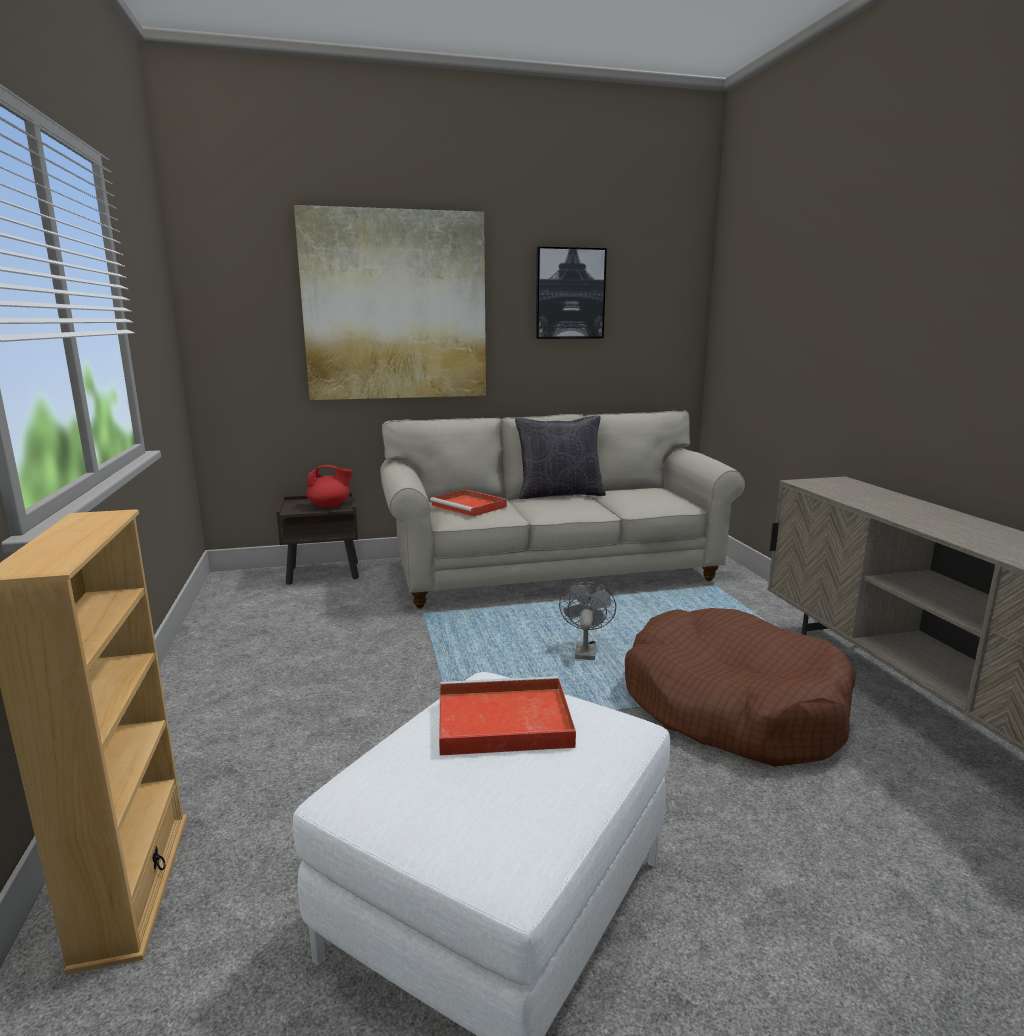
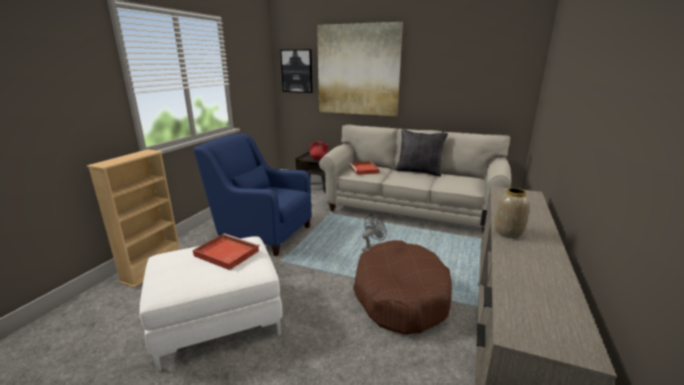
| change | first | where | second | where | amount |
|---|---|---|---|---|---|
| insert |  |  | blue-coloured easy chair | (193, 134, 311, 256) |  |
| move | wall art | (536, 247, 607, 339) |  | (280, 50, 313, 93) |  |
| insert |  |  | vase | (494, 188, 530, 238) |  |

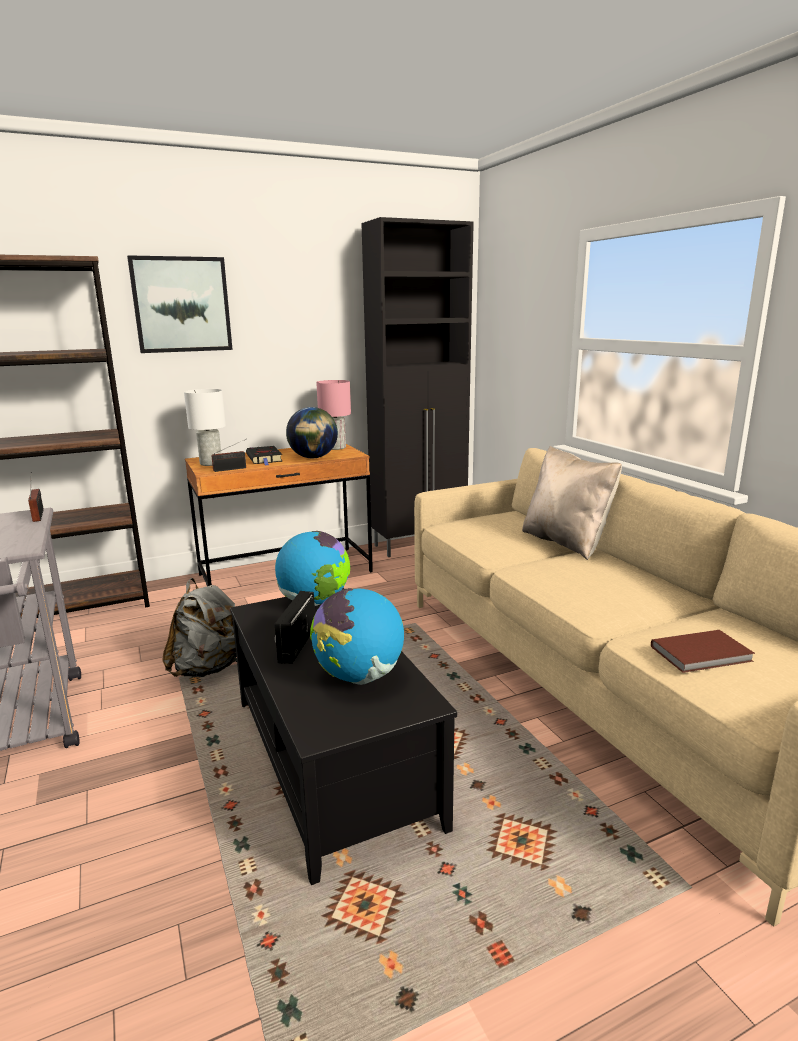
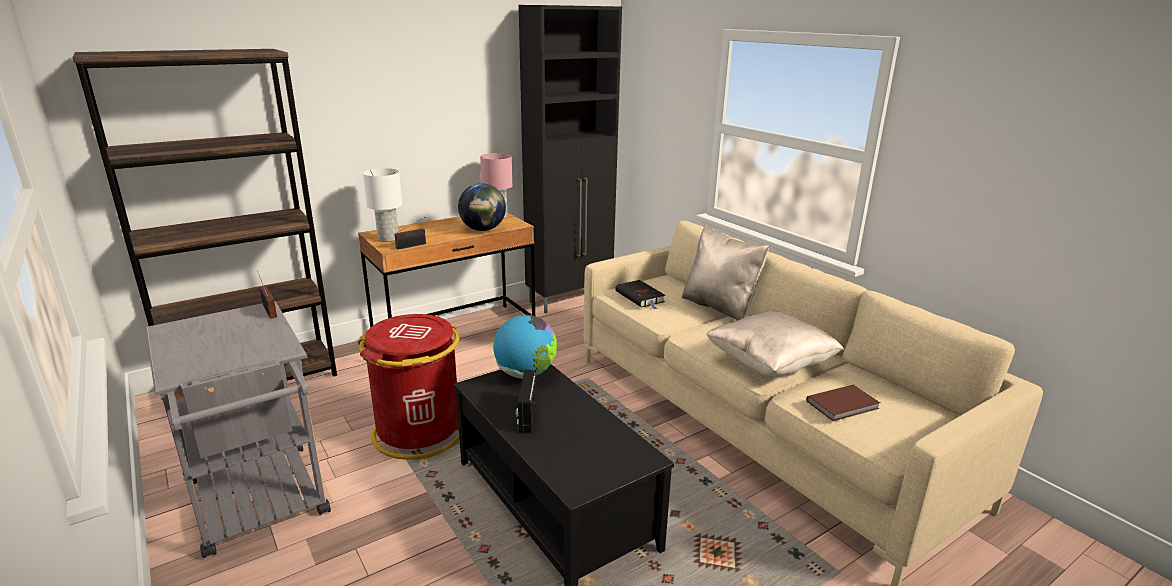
| change | first | where | second | where | amount |
|---|---|---|---|---|---|
| replace | grey rucksack | (162, 578, 237, 677) | reddish trash can | (358, 314, 459, 460) |  |
| move | black book | (246, 446, 282, 466) |  | (615, 280, 665, 309) |  |
| insert |  |  | beige cushion | (707, 311, 844, 377) |  |
| delete | wall art | (127, 255, 233, 353) |  |  |  |
| delete | desk globe | (310, 588, 404, 685) |  |  |  |

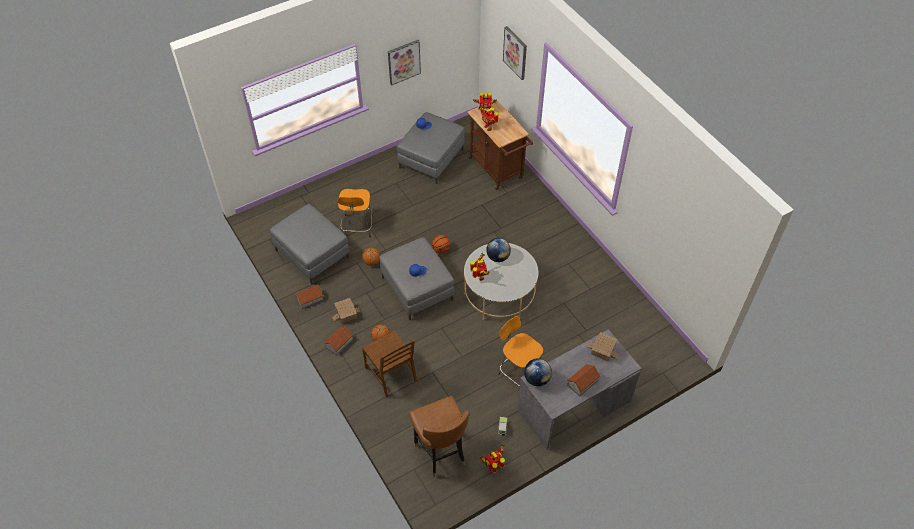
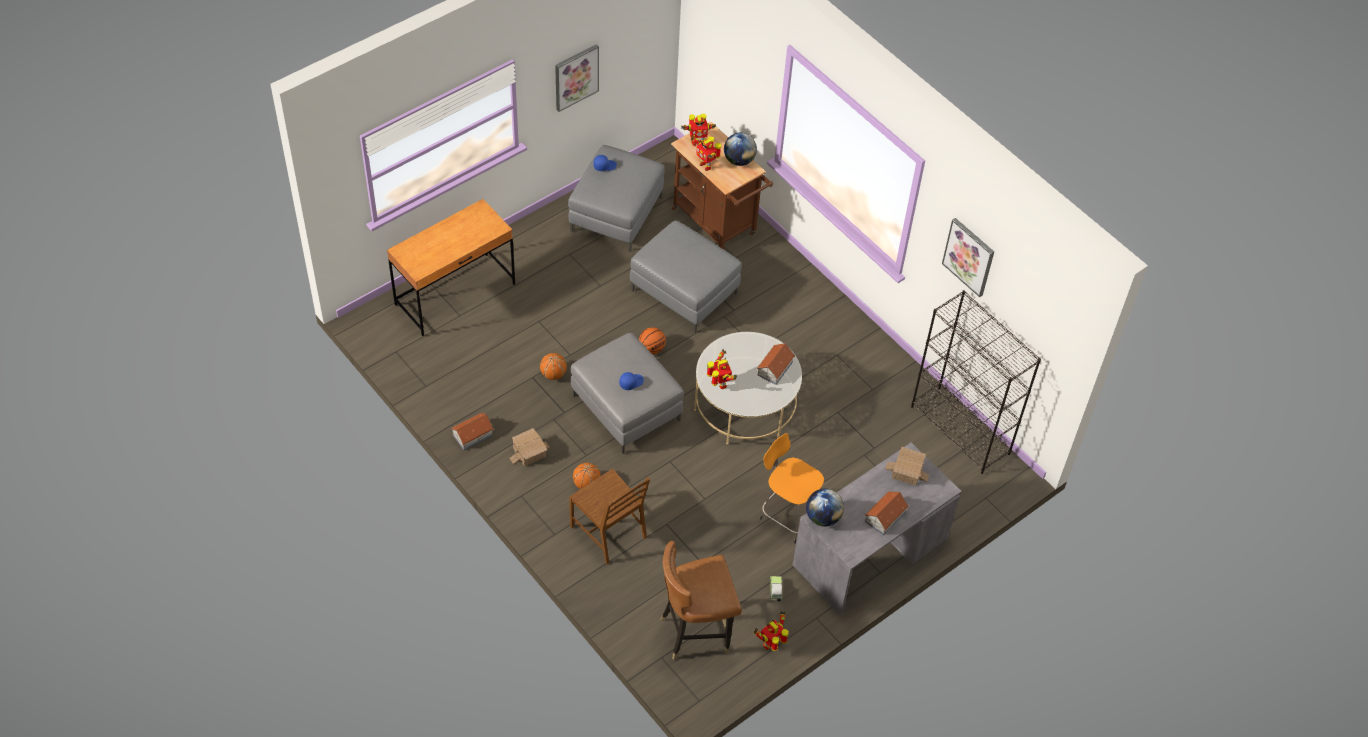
| change | first | where | second | where | amount |
|---|---|---|---|---|---|
| insert |  |  | brown desk | (387, 199, 515, 336) |  |
| move | grey footrest | (270, 204, 349, 285) |  | (630, 220, 742, 333) |  |
| rotate | brown chair | (409, 396, 469, 477) |  | (660, 541, 742, 660) | 105 degrees clockwise |
| move | desk globe | (486, 238, 511, 262) |  | (724, 133, 757, 166) |  |
| move | toy house | (324, 326, 353, 355) |  | (757, 343, 795, 385) |  |
| insert |  |  | black bookcase | (911, 290, 1041, 474) |  |
| move | wall art | (503, 26, 527, 80) |  | (942, 218, 994, 297) |  |
| delete | orange stool | (338, 189, 373, 237) |  |  |  |

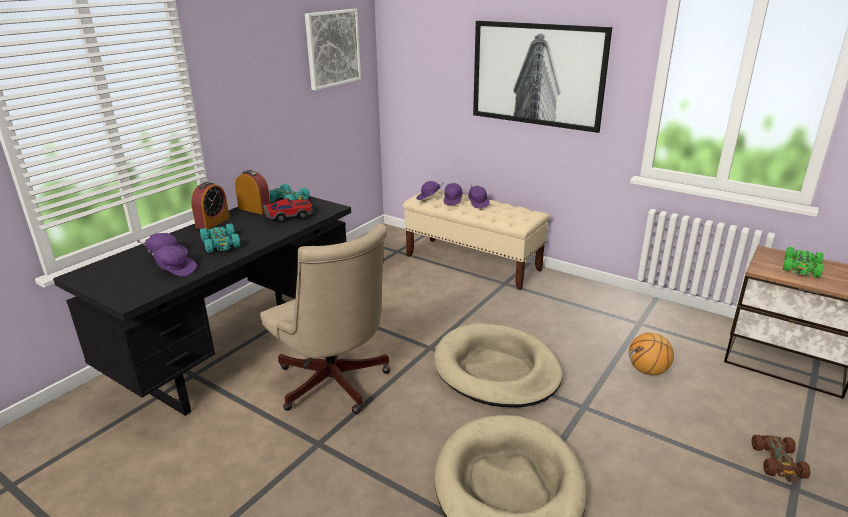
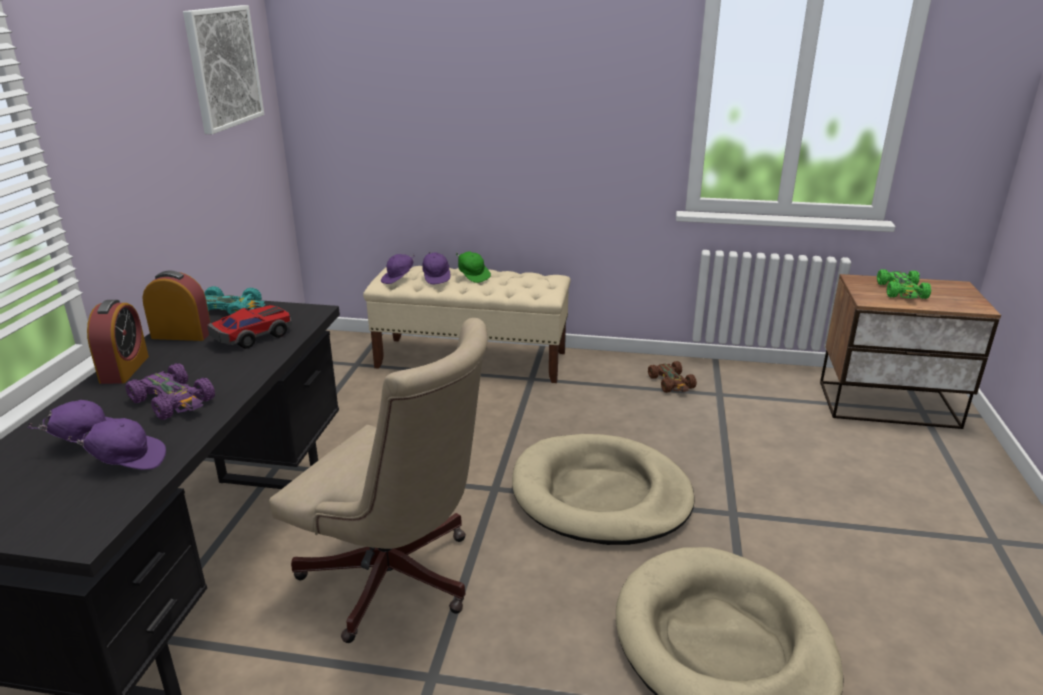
| change | first | where | second | where | amount |
|---|---|---|---|---|---|
| recolor | turquoise model car | (200, 223, 241, 253) | purple model car | (125, 363, 215, 420) |  |
| recolor | purple peaked cap | (469, 185, 490, 208) | green peaked cap | (456, 251, 491, 283) |  |
| move | brown model car | (751, 435, 810, 483) |  | (648, 361, 697, 393) |  |
| delete | wall art | (473, 21, 612, 133) |  |  |  |
| delete | ball for basketball | (629, 333, 674, 375) |  |  |  |

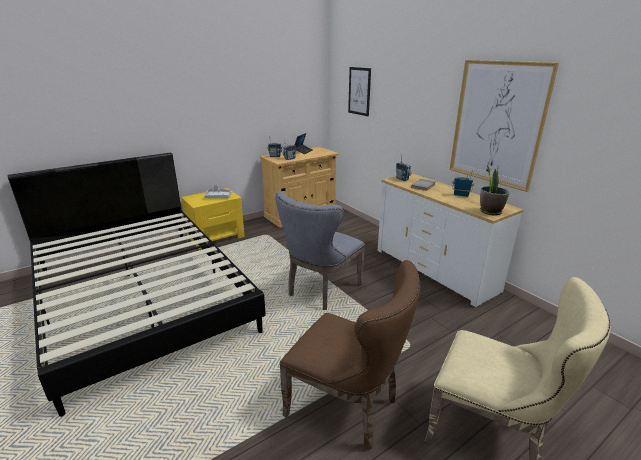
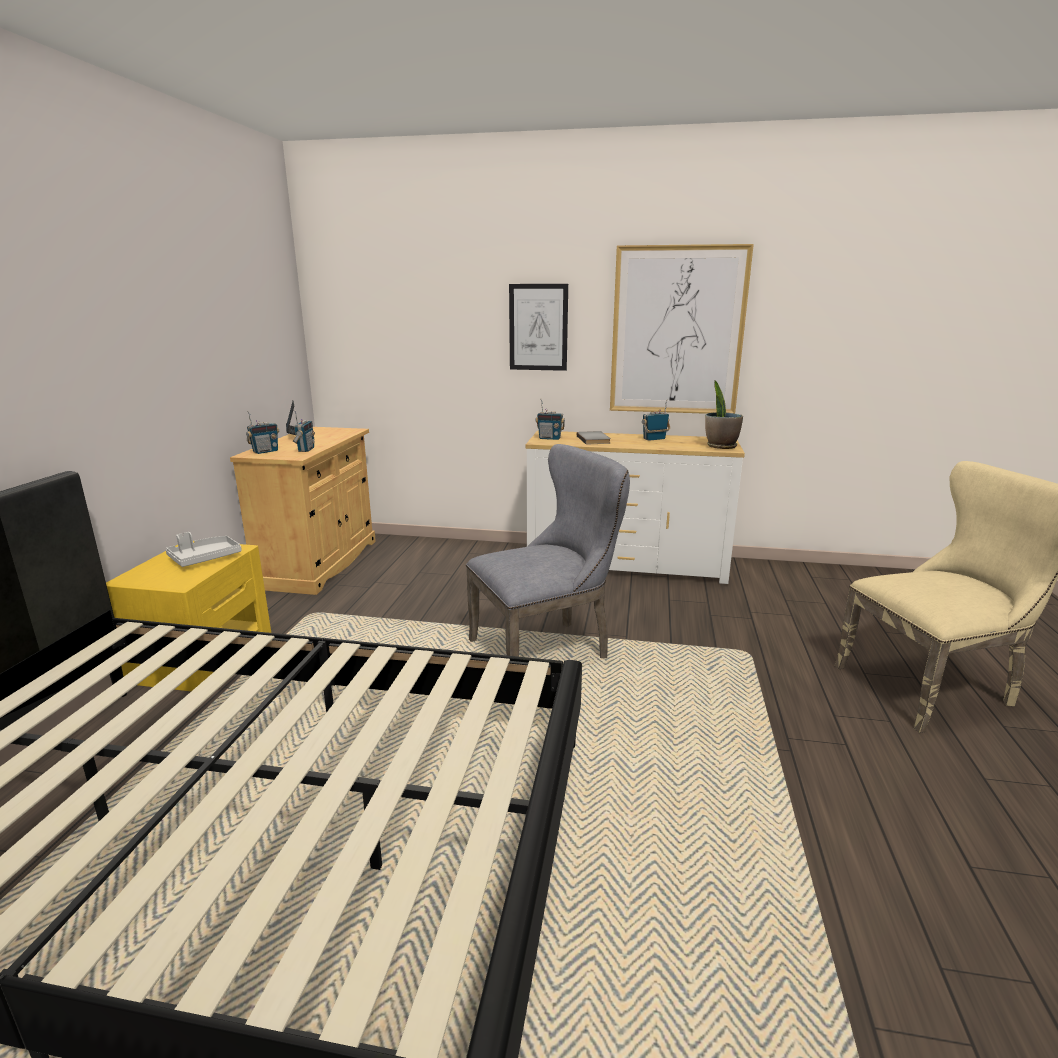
| change | first | where | second | where | amount |
|---|---|---|---|---|---|
| rotate | grey chair | (276, 191, 365, 310) |  | (466, 444, 630, 658) | 105 degrees counterclockwise |
| move | wall art | (348, 67, 371, 116) |  | (509, 284, 568, 371) |  |
| delete | brown chair | (279, 260, 421, 451) |  |  |  |

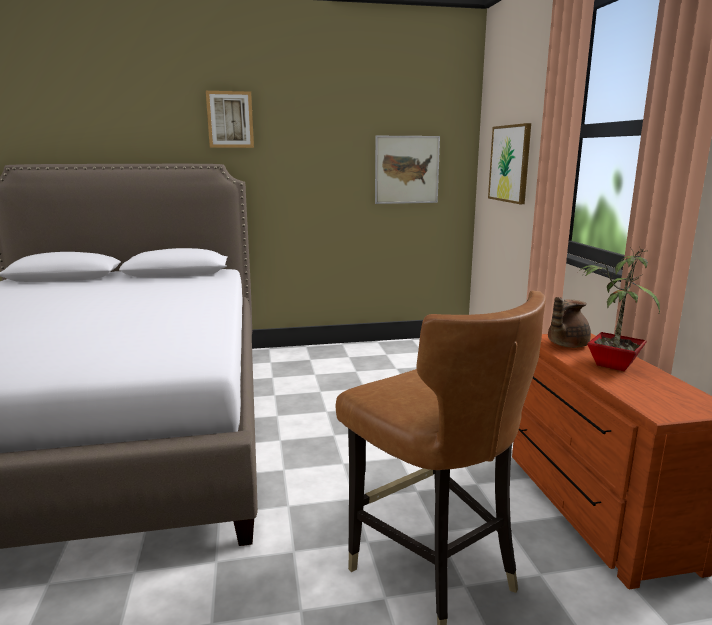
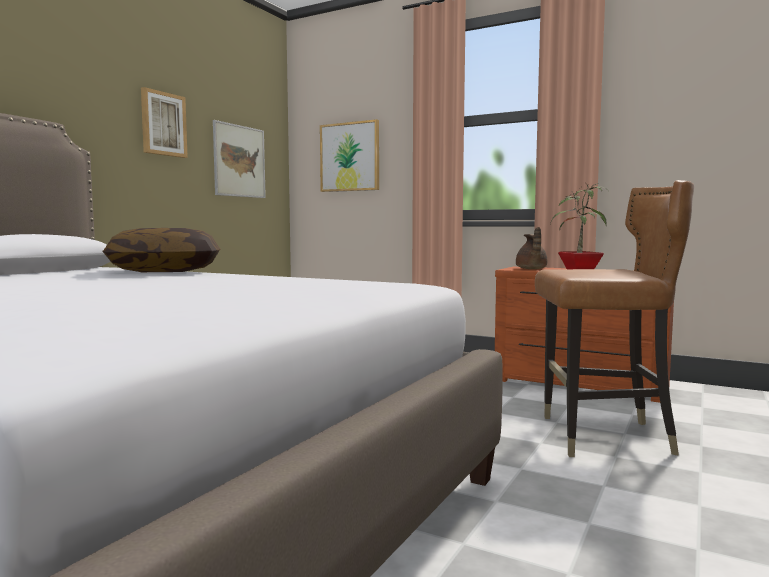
| change | first | where | second | where | amount |
|---|---|---|---|---|---|
| insert |  |  | cushion | (102, 228, 221, 272) |  |
| move | wall art | (206, 91, 254, 148) |  | (141, 87, 188, 158) |  |

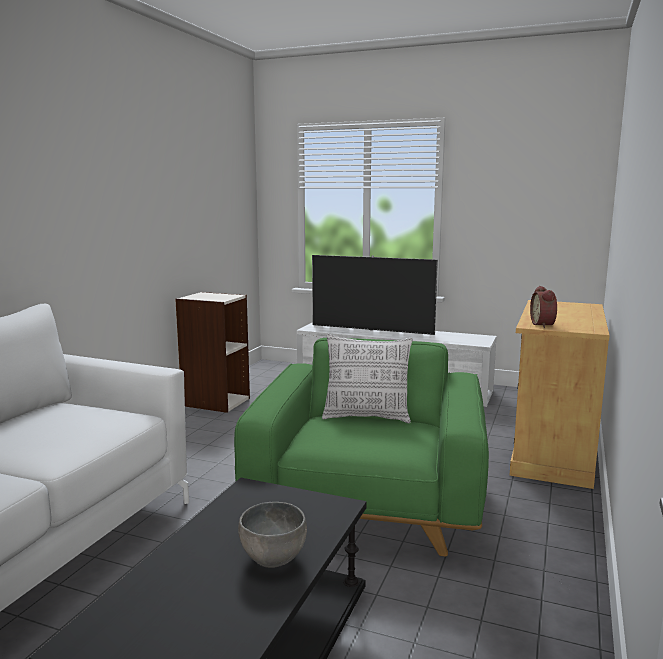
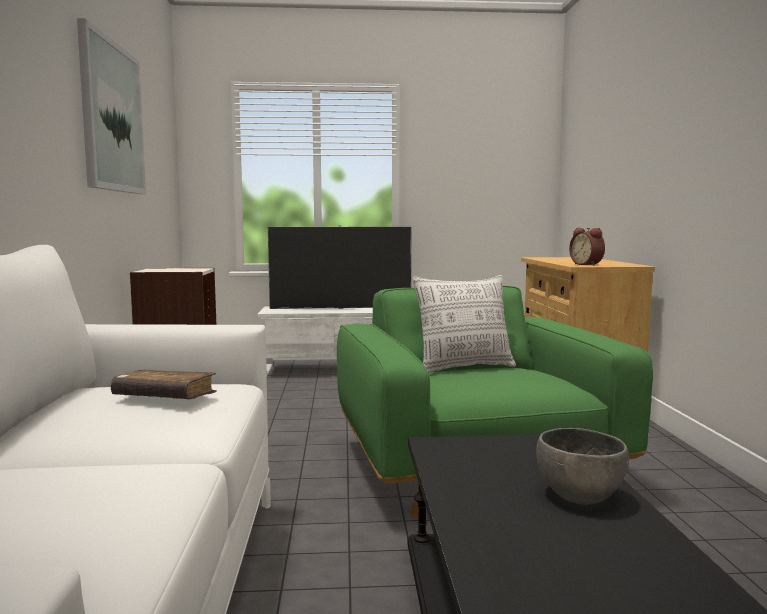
| change | first | where | second | where | amount |
|---|---|---|---|---|---|
| insert |  |  | wall art | (77, 18, 146, 194) |  |
| insert |  |  | brown book | (111, 369, 217, 399) |  |

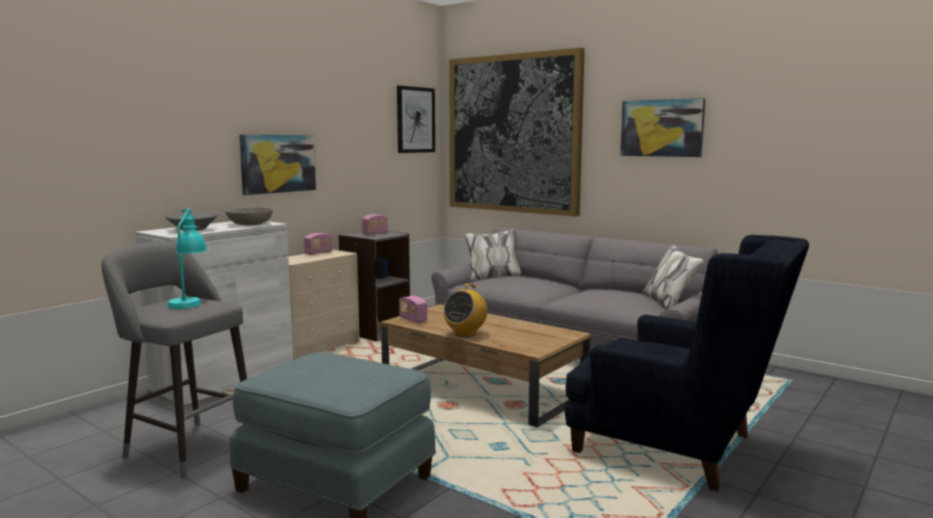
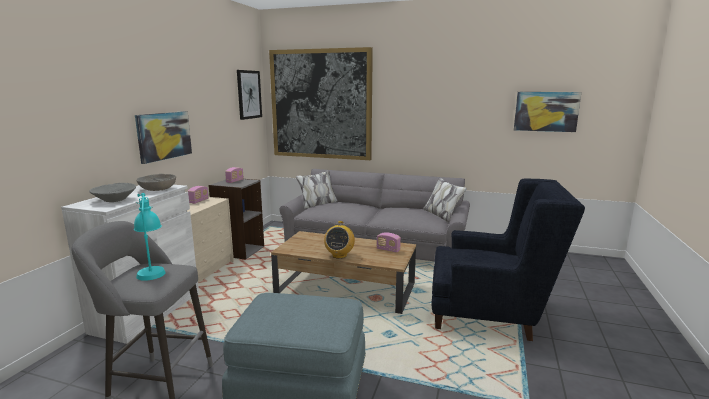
| change | first | where | second | where | amount |
|---|---|---|---|---|---|
| move | radio set | (399, 296, 427, 323) |  | (377, 233, 401, 253) |  |
| move | wall art | (620, 98, 705, 157) |  | (514, 92, 581, 132) |  |

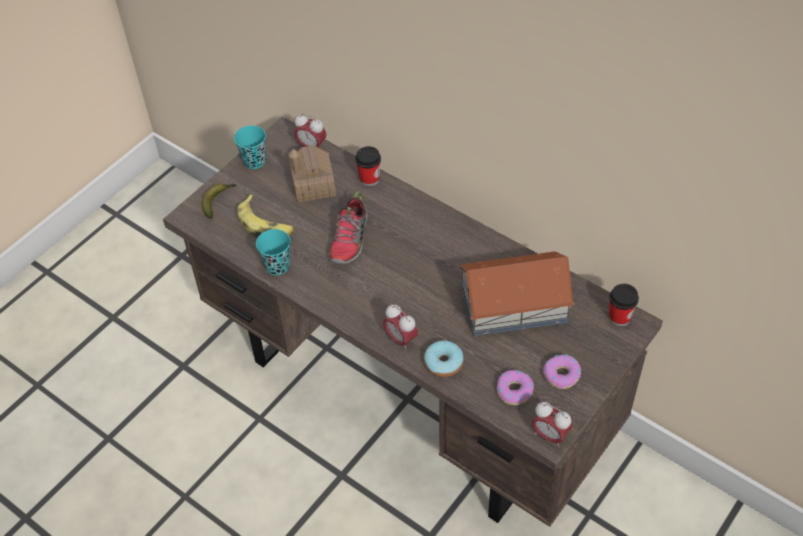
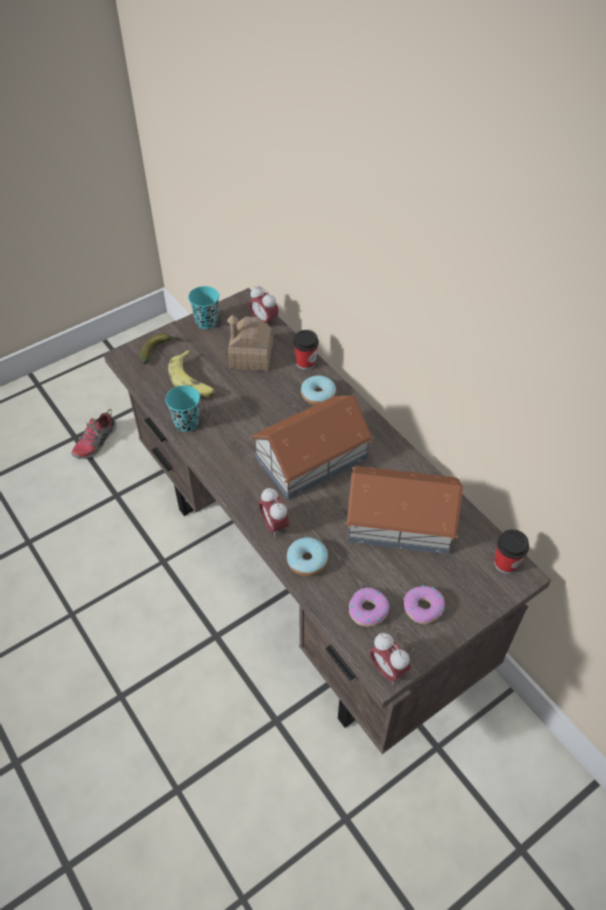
| change | first | where | second | where | amount |
|---|---|---|---|---|---|
| move | shoe | (329, 192, 367, 265) |  | (71, 409, 117, 459) |  |
| insert |  |  | toy house | (250, 395, 373, 499) |  |
| insert |  |  | ring doughnut | (301, 375, 336, 405) |  |

